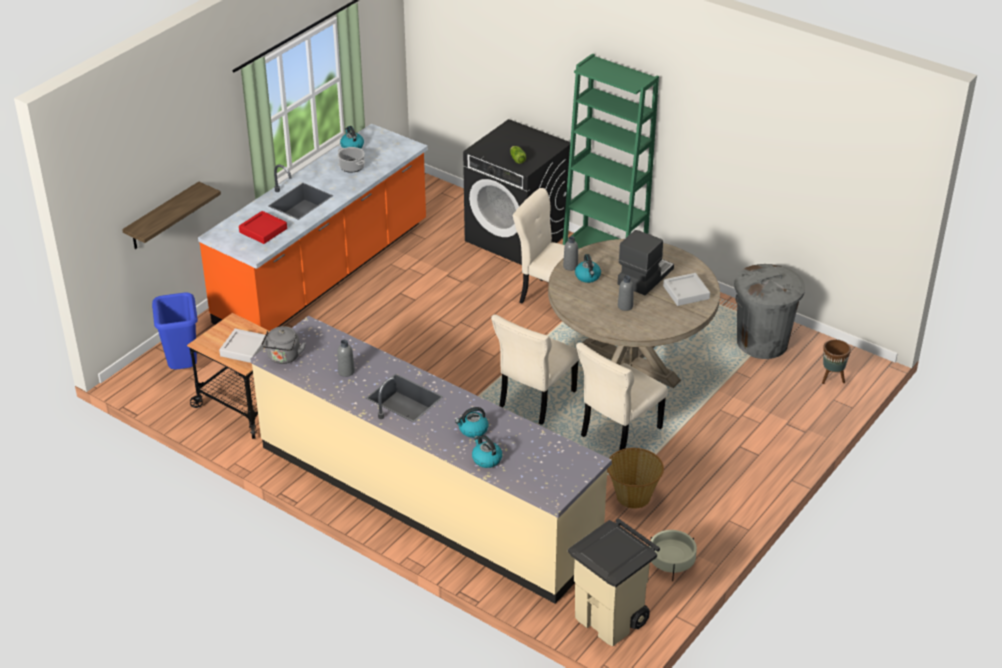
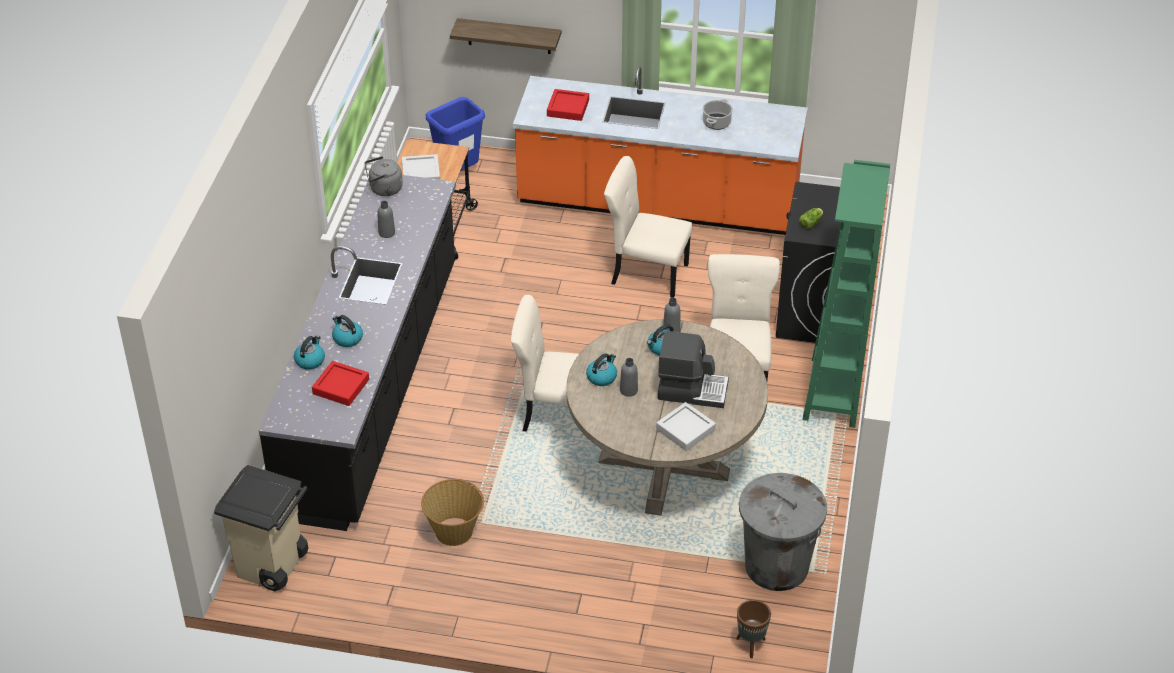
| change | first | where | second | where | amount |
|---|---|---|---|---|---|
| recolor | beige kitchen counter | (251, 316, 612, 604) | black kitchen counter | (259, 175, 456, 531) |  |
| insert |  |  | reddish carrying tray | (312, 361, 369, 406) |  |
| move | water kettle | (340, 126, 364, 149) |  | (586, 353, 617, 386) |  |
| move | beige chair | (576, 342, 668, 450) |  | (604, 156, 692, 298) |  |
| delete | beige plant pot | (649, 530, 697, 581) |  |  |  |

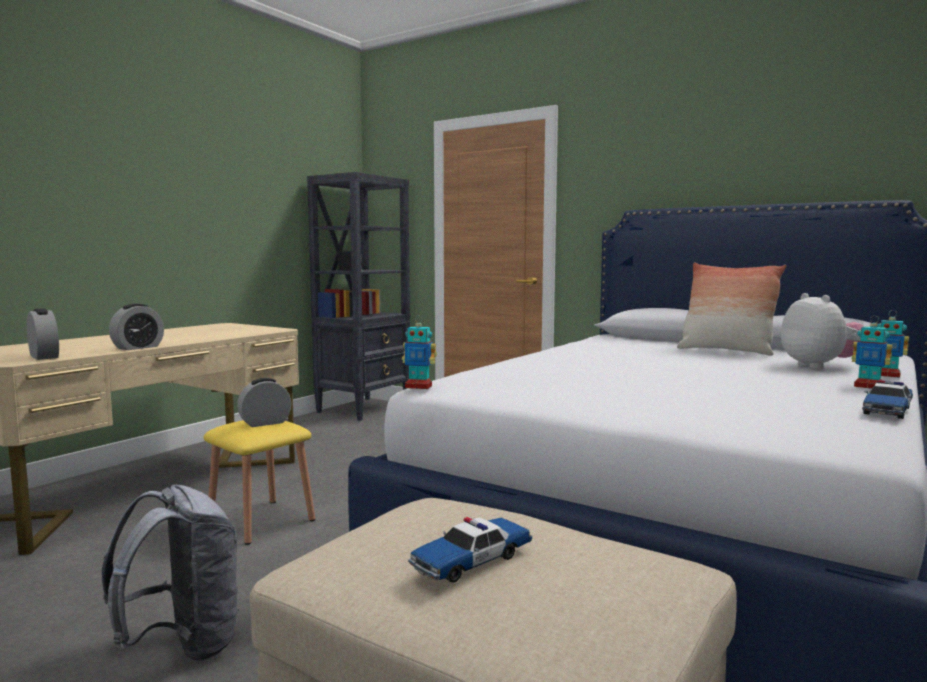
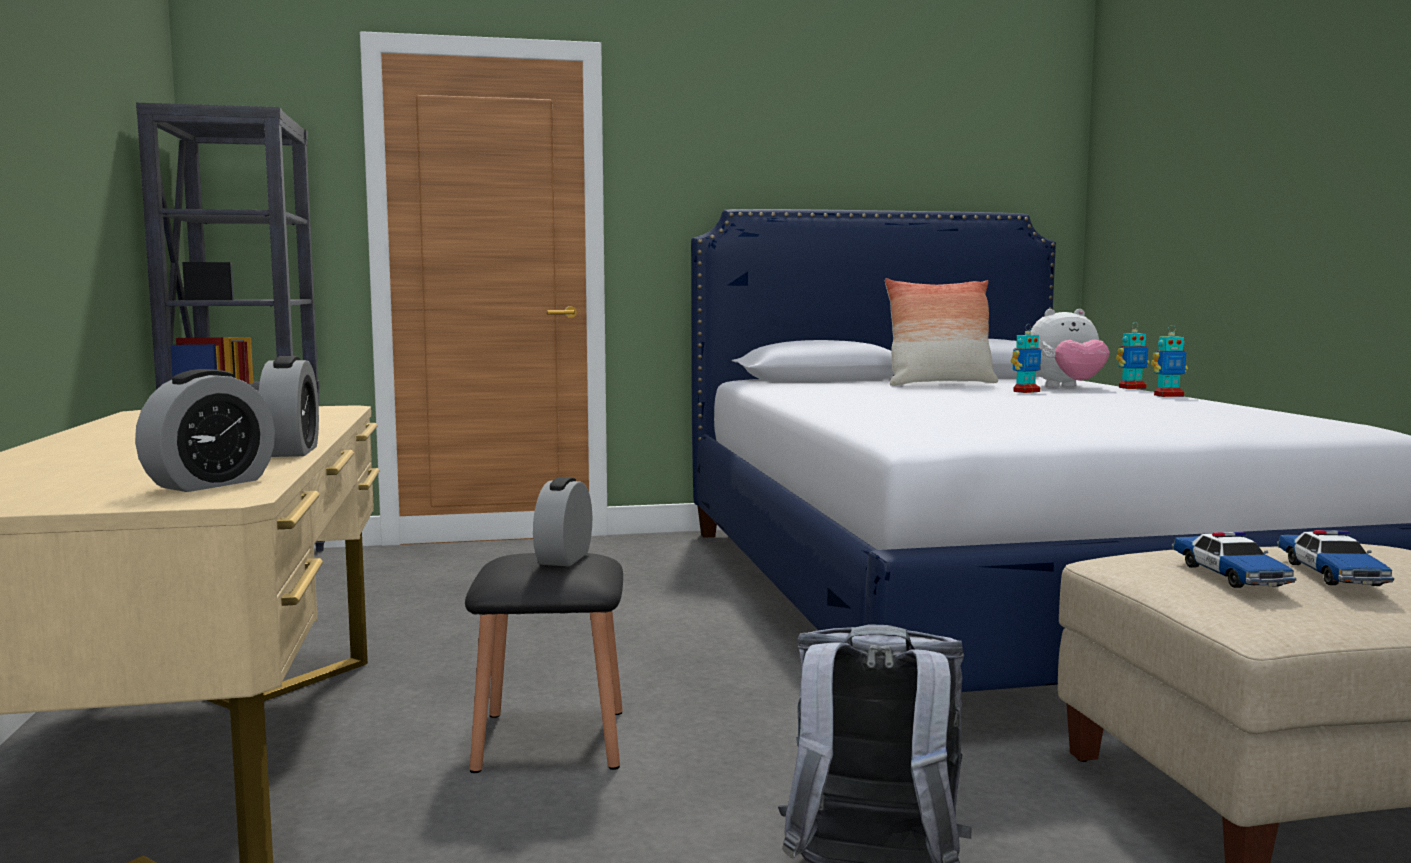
| change | first | where | second | where | amount |
|---|---|---|---|---|---|
| rotate | table clock | (27, 308, 59, 360) |  | (135, 369, 275, 492) | 120 degrees clockwise |
| recolor | yellow-coloured stool | (203, 420, 315, 545) | black stool | (465, 553, 623, 773) |  |
| move | model robot | (402, 316, 437, 389) |  | (1011, 324, 1041, 393) |  |
| rotate | plush toy | (780, 293, 864, 369) |  | (1031, 309, 1109, 387) | 135 degrees clockwise |
| move | model car | (862, 380, 913, 419) |  | (1172, 532, 1296, 588) |  |

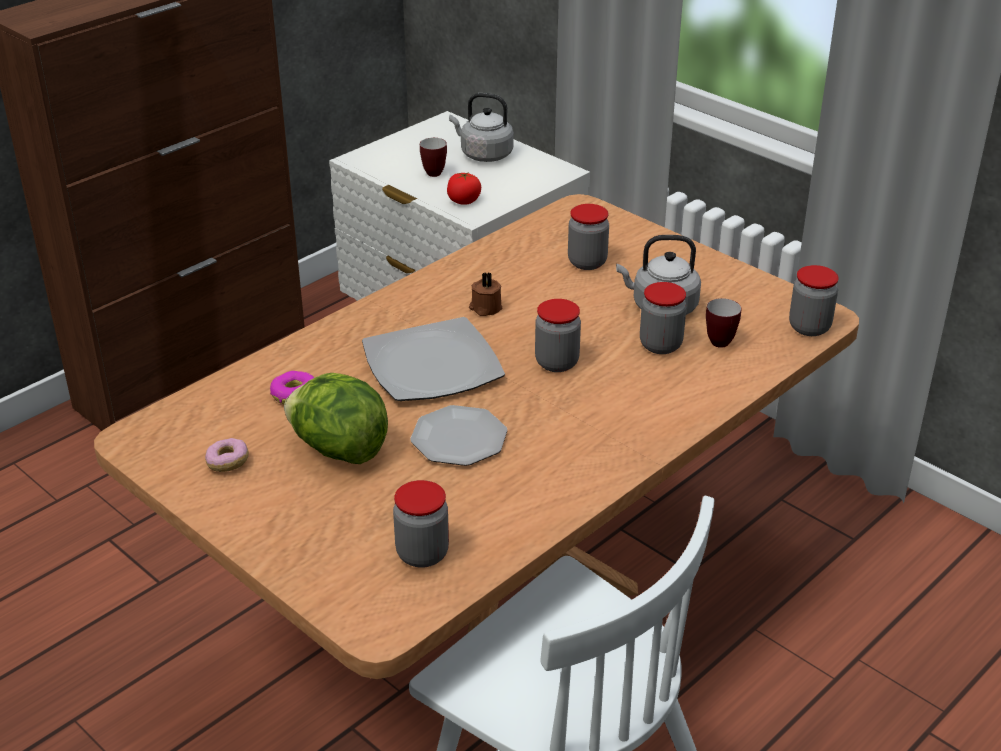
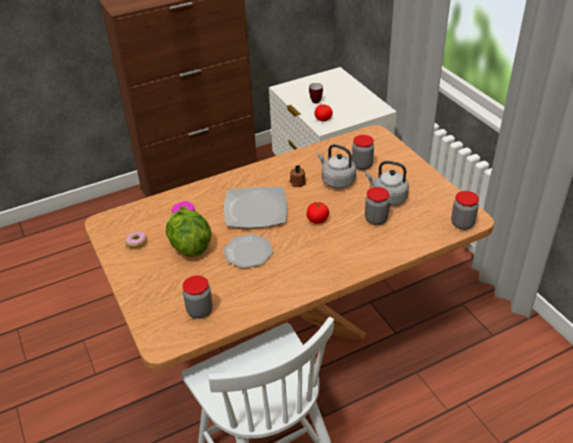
| change | first | where | second | where | amount |
|---|---|---|---|---|---|
| replace | preserve jar | (535, 299, 581, 372) | tomato | (307, 202, 329, 224) |  |
| move | grey water kettle | (449, 93, 514, 162) |  | (317, 144, 356, 189) |  |
| delete | coffee mug | (706, 298, 741, 348) |  |  |  |

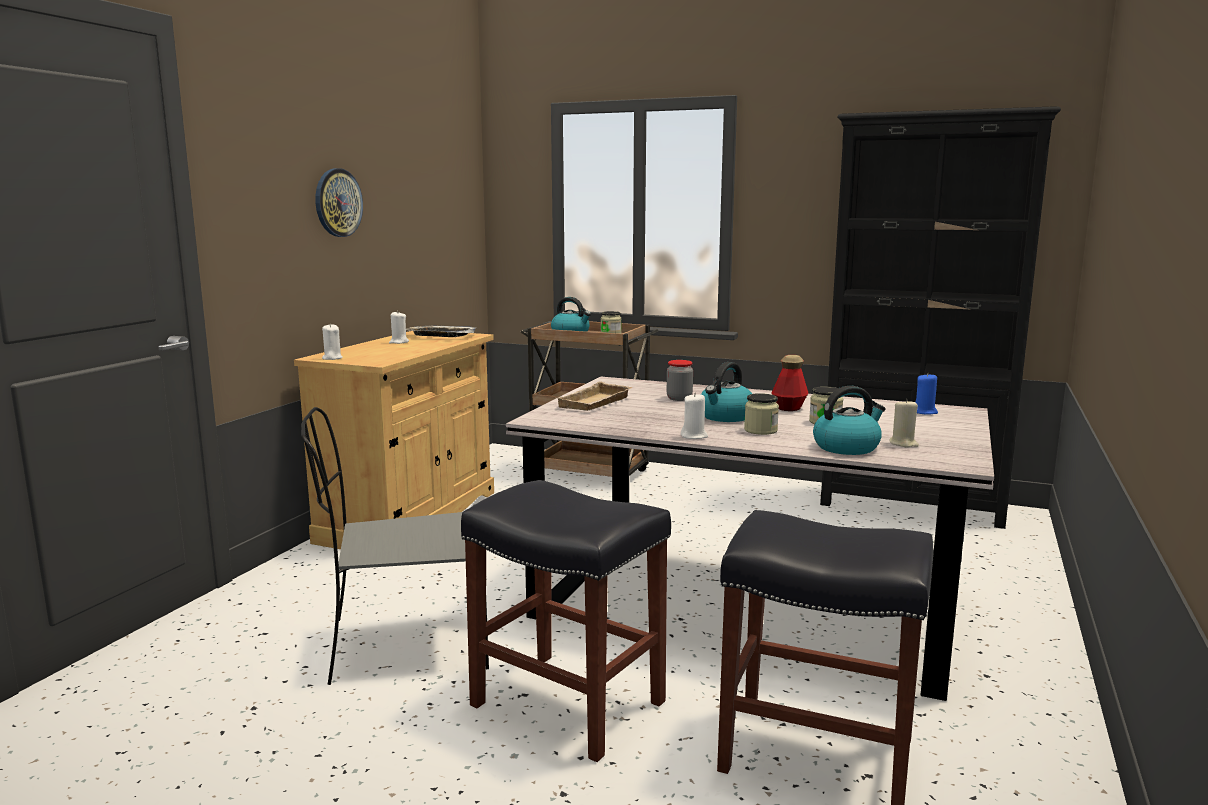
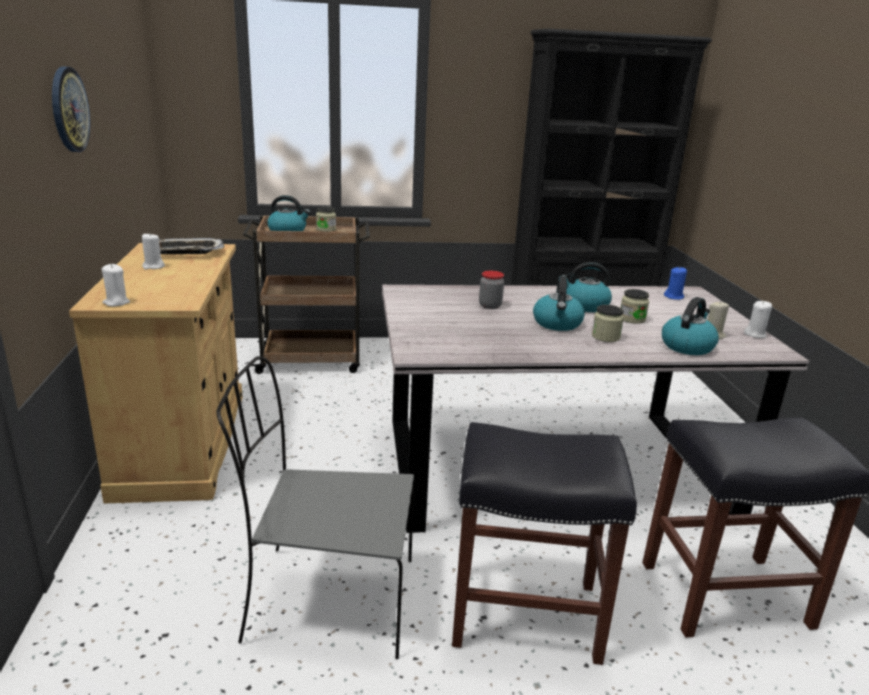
| change | first | where | second | where | amount |
|---|---|---|---|---|---|
| rotate | grey chair | (301, 407, 489, 685) |  | (216, 356, 414, 659) | 45 degrees clockwise |
| replace | beverage bottle | (772, 355, 808, 411) | water kettle | (562, 262, 612, 312) |  |
| move | white-coloured wax candle | (681, 393, 708, 439) |  | (744, 300, 772, 338) |  |
| delete | beige carrying tray | (557, 381, 632, 411) |  |  |  |

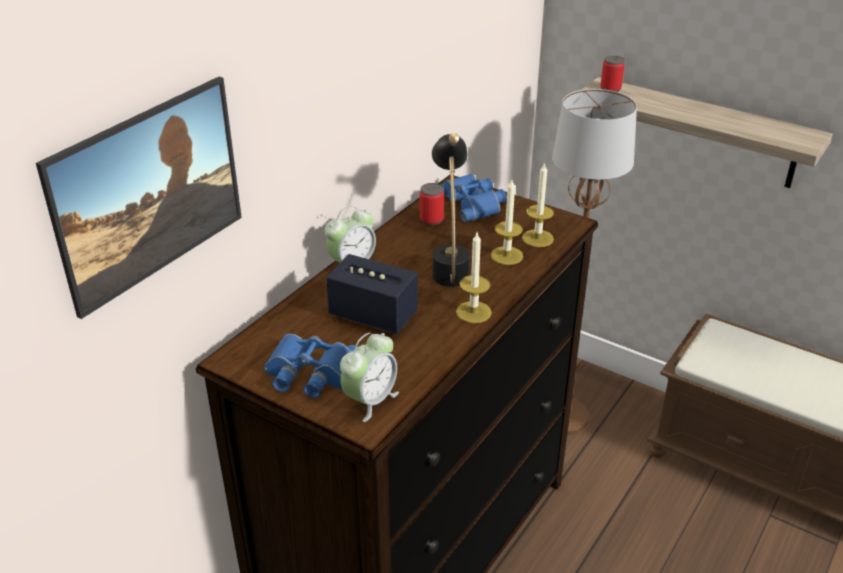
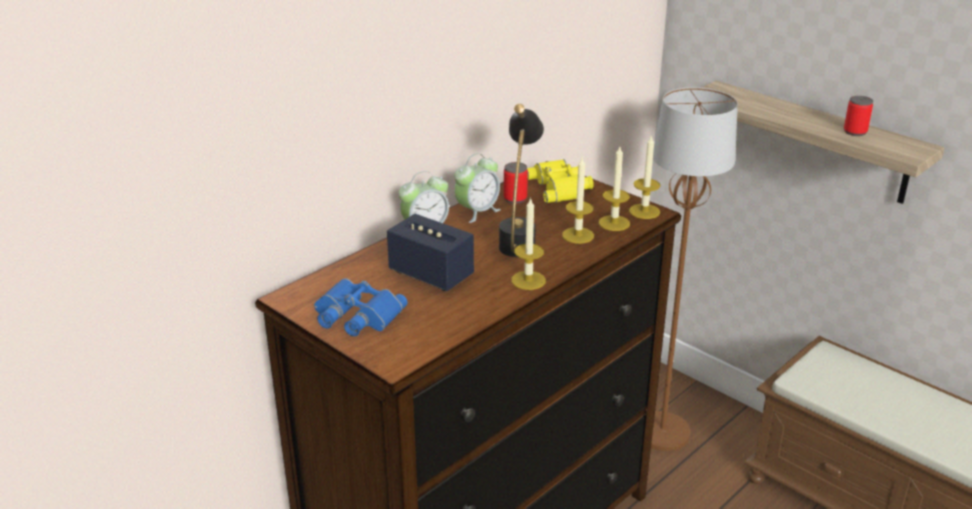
| change | first | where | second | where | amount |
|---|---|---|---|---|---|
| move | table clock | (340, 333, 399, 422) |  | (454, 153, 501, 223) |  |
| recolor | blue-coloured pair of binoculars | (441, 174, 507, 222) | yellow-coloured pair of binoculars | (527, 159, 594, 203) |  |
| insert |  |  | wax candle | (629, 135, 661, 219) |  |
| move | metal can | (601, 56, 625, 92) |  | (844, 96, 873, 136) |  |
| delete | wall art | (36, 77, 242, 319) |  |  |  |

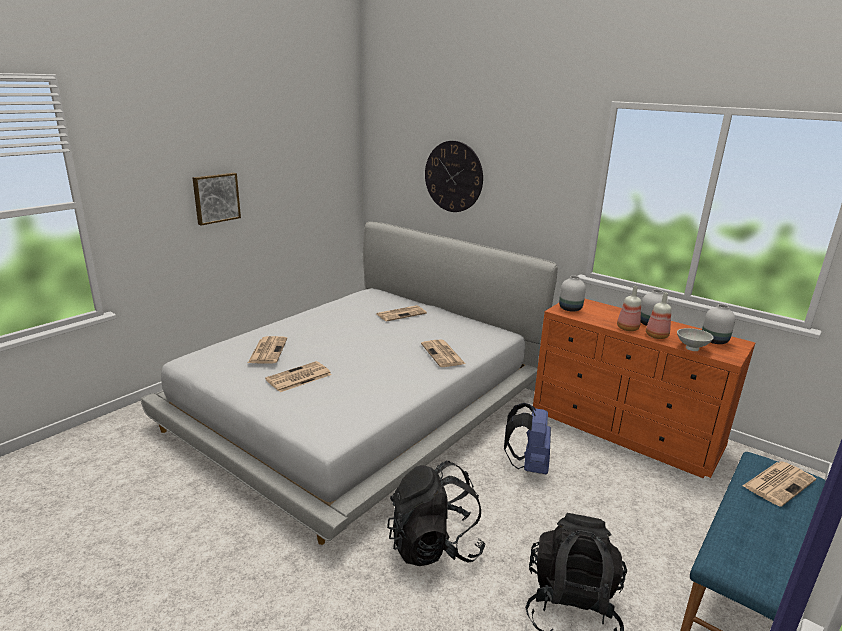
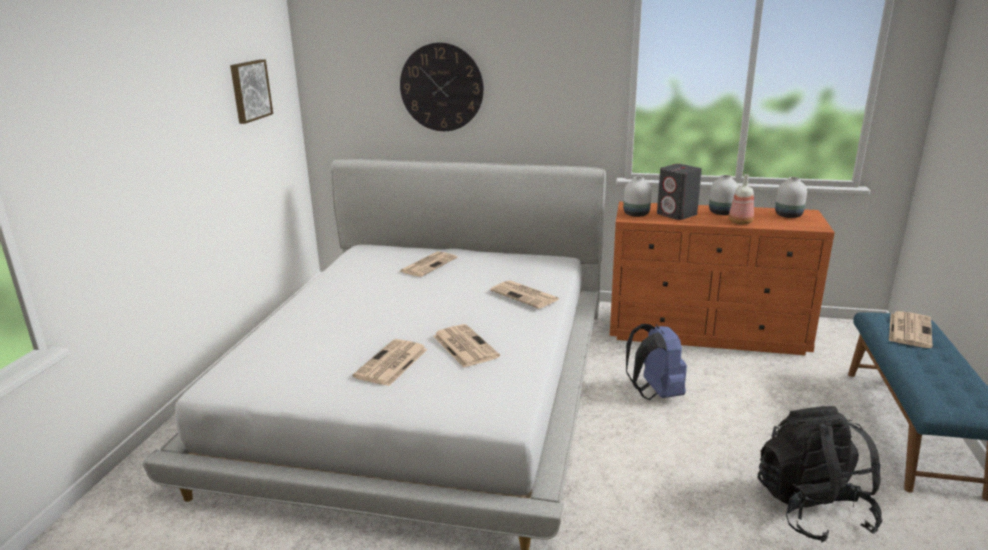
| change | first | where | second | where | amount |
|---|---|---|---|---|---|
| move | wall art | (193, 173, 241, 225) |  | (230, 59, 273, 124) |  |
| move | daily paper | (248, 336, 287, 364) |  | (433, 324, 500, 367) |  |
| insert |  |  | grey loudspeaker | (657, 164, 702, 220) |  |
| delete | black rucksack | (387, 461, 486, 566) |  |  |  |
| delete | beverage bottle | (617, 286, 641, 331) |  |  |  |
| delete | white-coloured deep dish | (677, 328, 714, 351) |  |  |  |

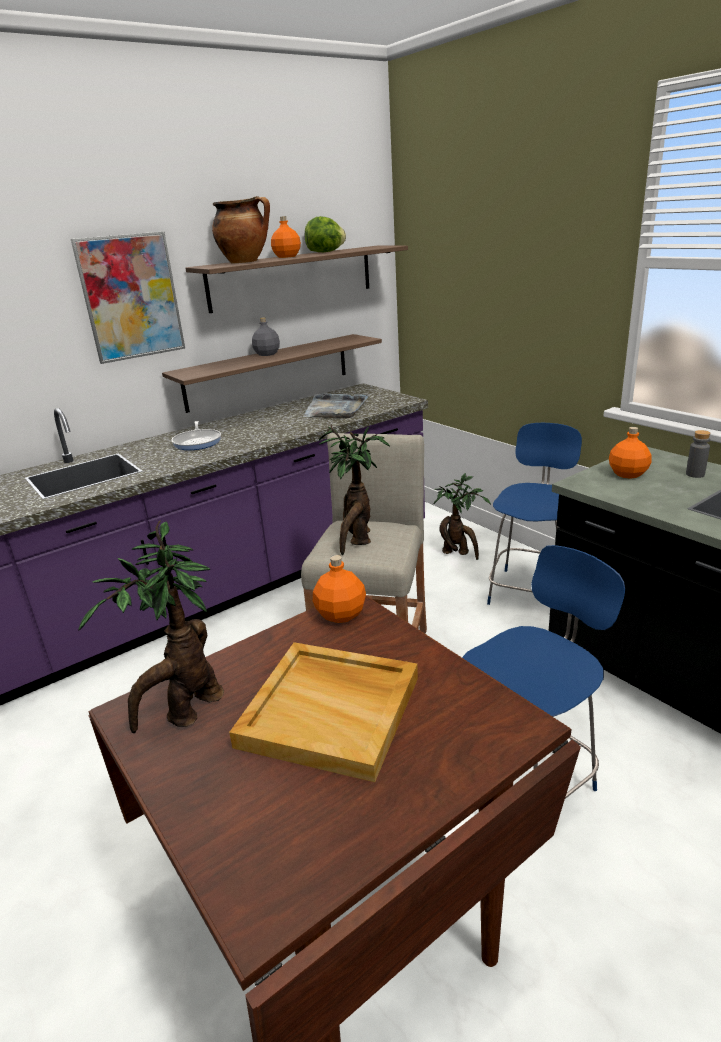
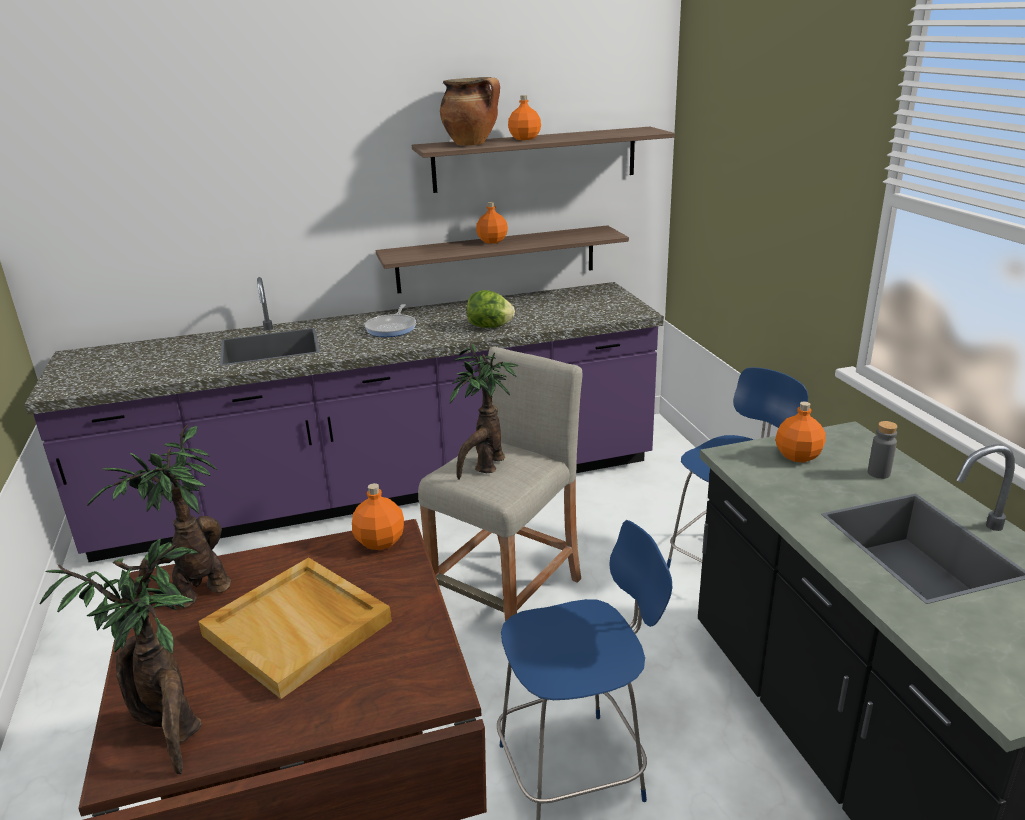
| change | first | where | second | where | amount |
|---|---|---|---|---|---|
| move | houseplant | (434, 473, 491, 560) |  | (39, 538, 202, 774) |  |
| move | head of lettuce | (305, 216, 346, 252) |  | (467, 290, 515, 328) |  |
| recolor | grey beverage bottle | (252, 317, 280, 356) | orange beverage bottle | (476, 202, 508, 244) |  |
| delete | wall art | (71, 232, 185, 364) |  |  |  |
| delete | grey carrying tray | (303, 393, 369, 419) |  |  |  |

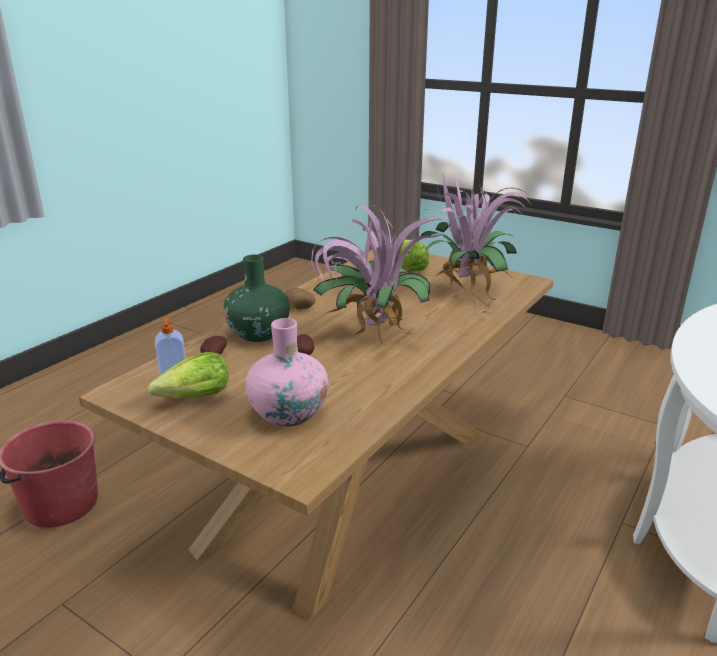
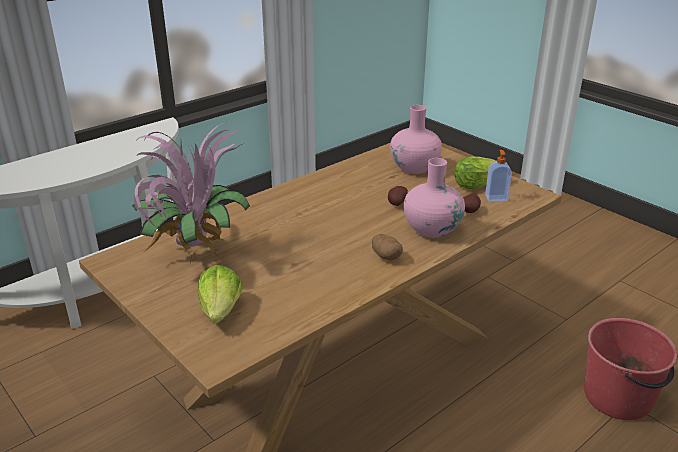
| change | first | where | second | where | amount |
|---|---|---|---|---|---|
| recolor | green vase | (223, 255, 290, 342) | pinkish vase | (404, 158, 465, 238) |  |
| delete | houseplant | (311, 204, 446, 345) |  |  |  |

